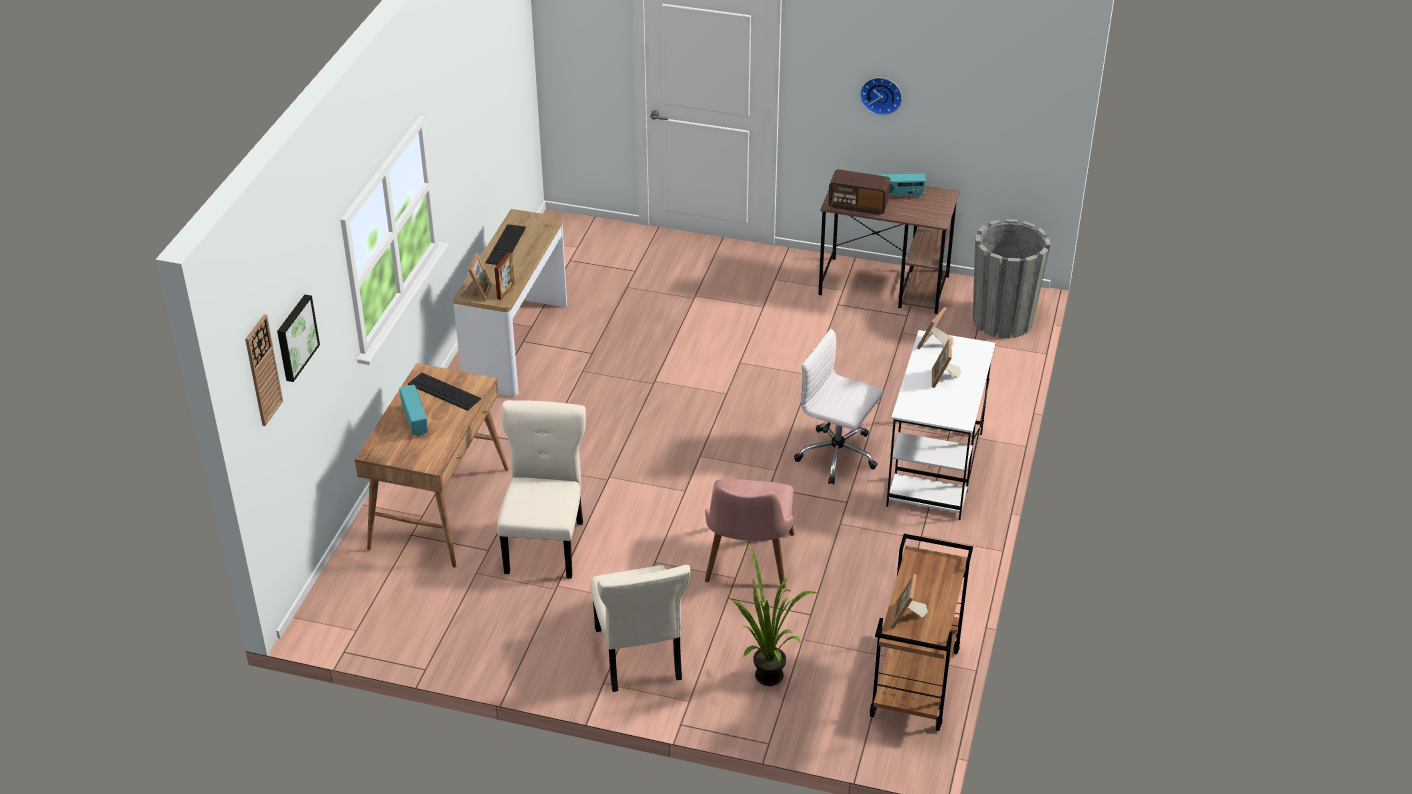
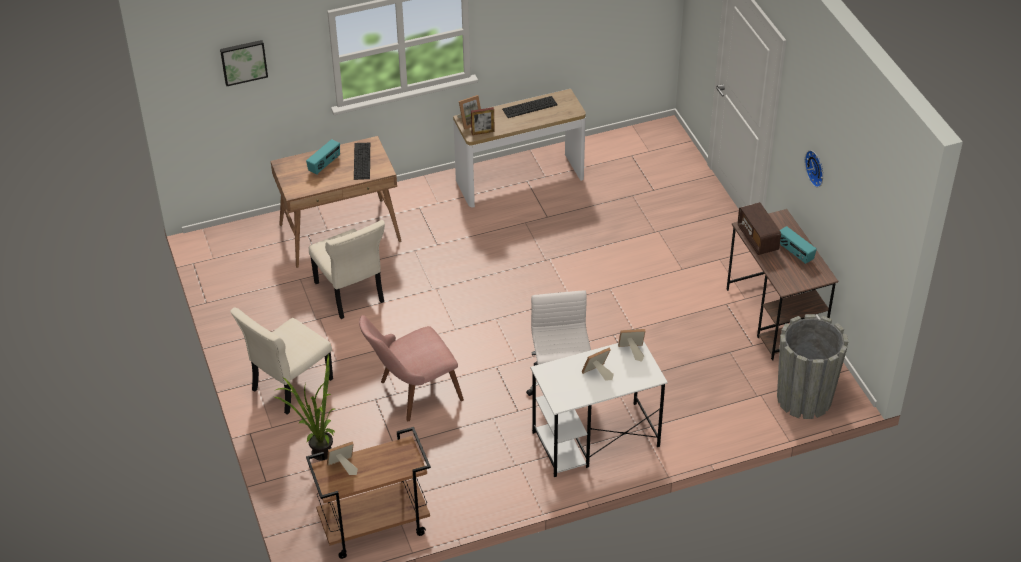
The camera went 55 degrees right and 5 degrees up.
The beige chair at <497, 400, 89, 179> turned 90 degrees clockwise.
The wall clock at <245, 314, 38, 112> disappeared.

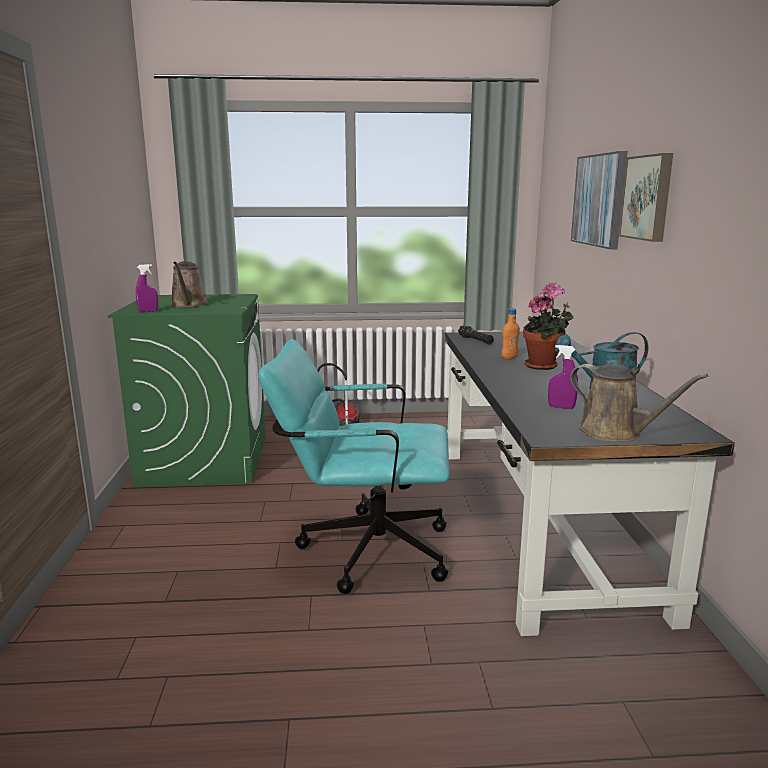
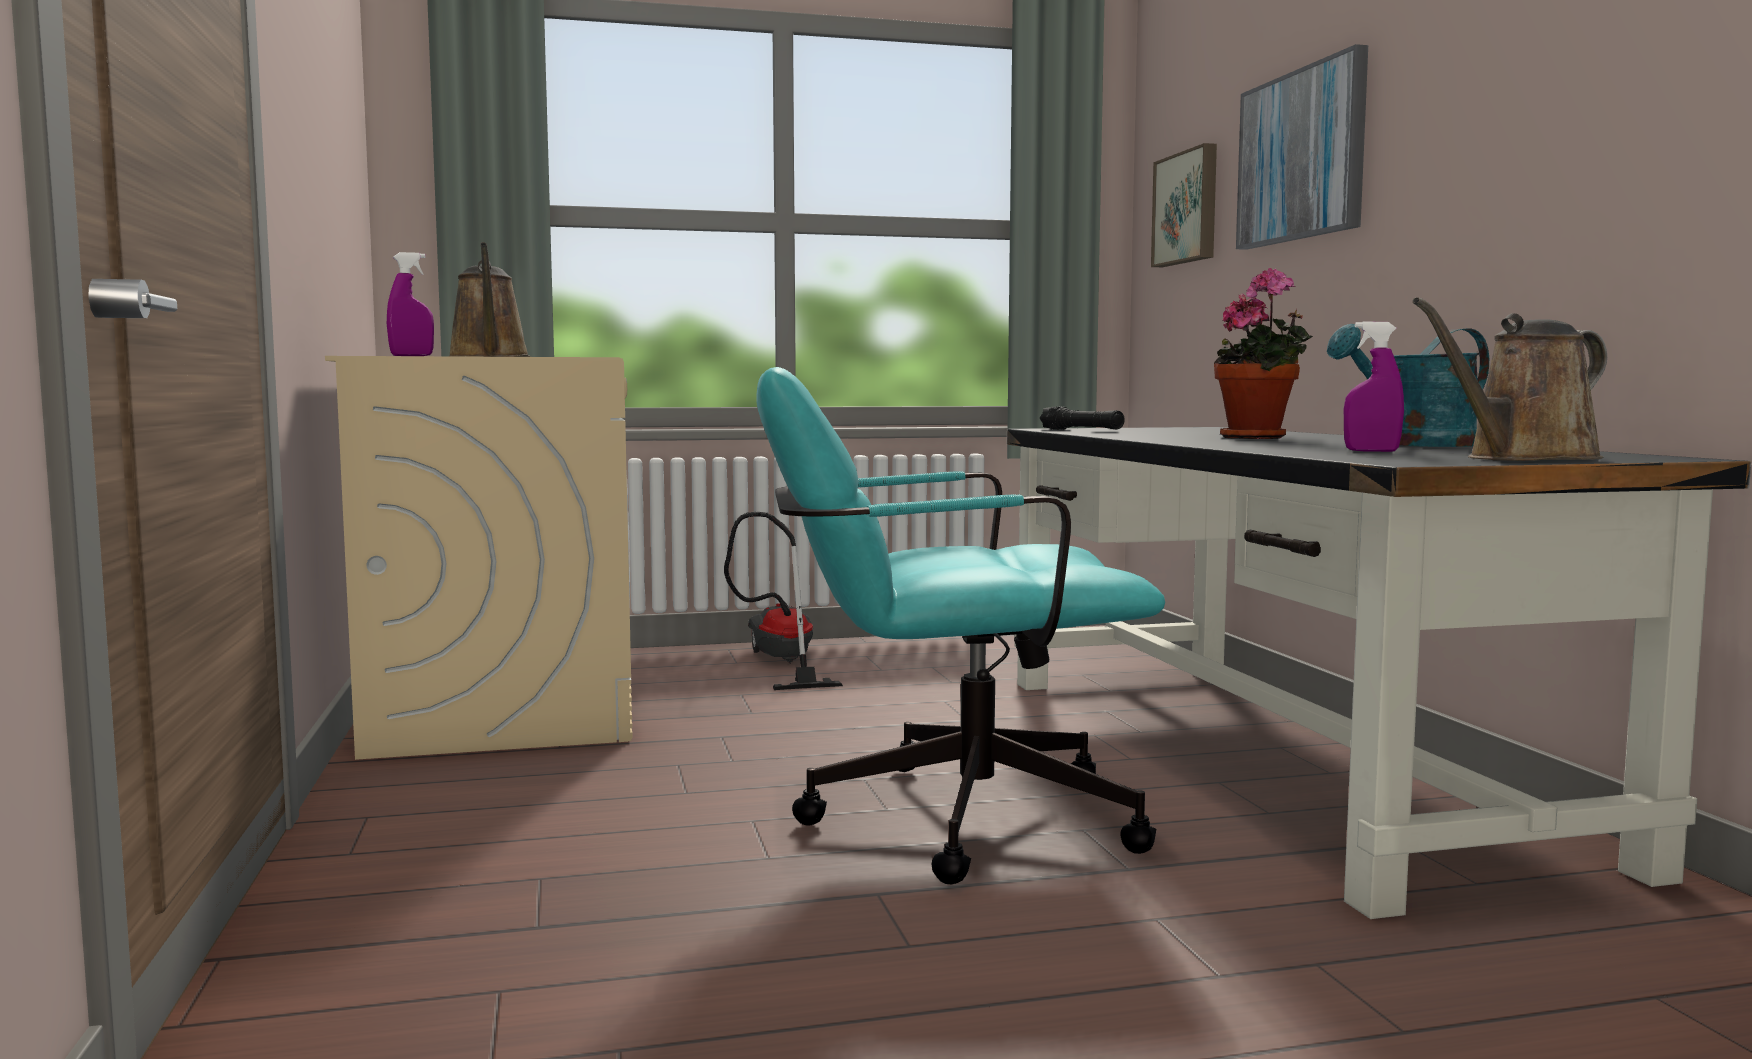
The camera went 10 degrees left and 10 degrees down.
The green washing machine at <108, 294, 158, 193> became the beige washing machine at <325, 356, 308, 404>.
The picture moved from <618, 153, 55, 89> to <1151, 143, 66, 124>.
The brown watering can at <570, 364, 138, 78> turned 120 degrees clockwise.
The orange bottle at <501, 308, 19, 52> disappeared.

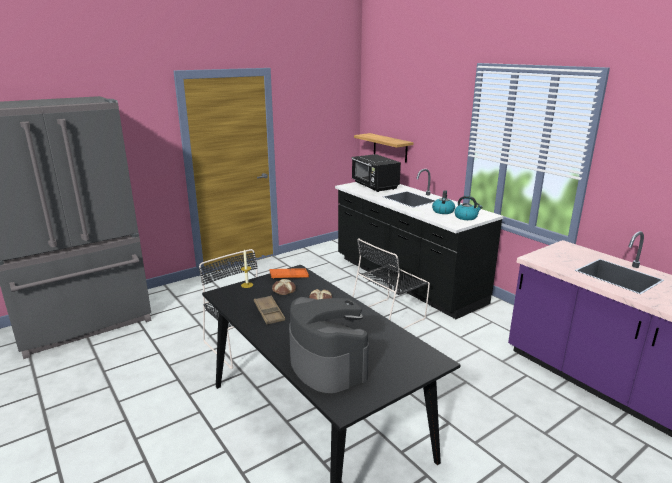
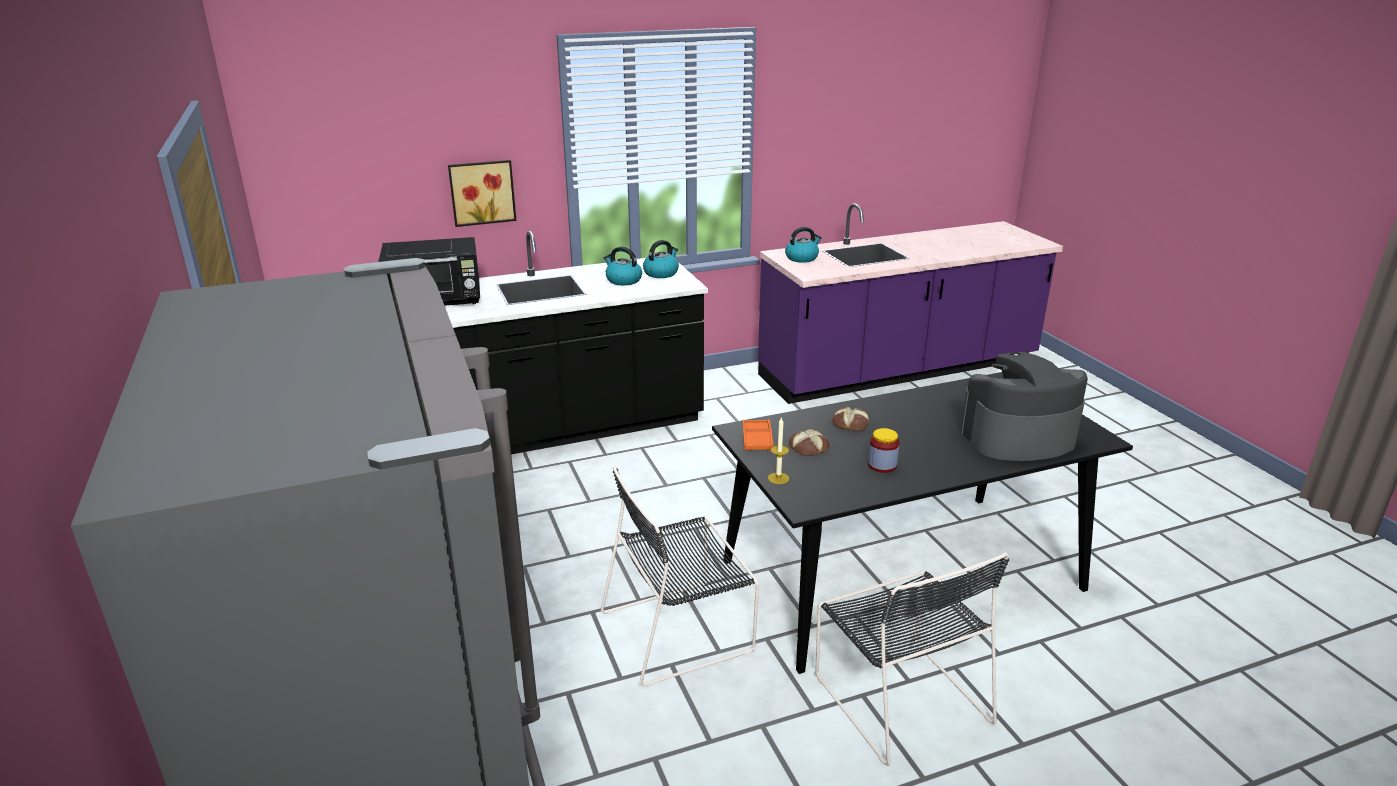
The camera went 75 degrees left and 5 degrees up.
The picture at <448, 160, 68, 67> appeared.
The kettle at <785, 227, 37, 36> appeared.
The black chair moved from <352, 238, 78, 91> to <815, 553, 194, 213>.
The brown tray at <254, 296, 31, 29> was replaced by the jar at <868, 428, 32, 45>.
The shelf at <354, 133, 59, 29> disappeared.

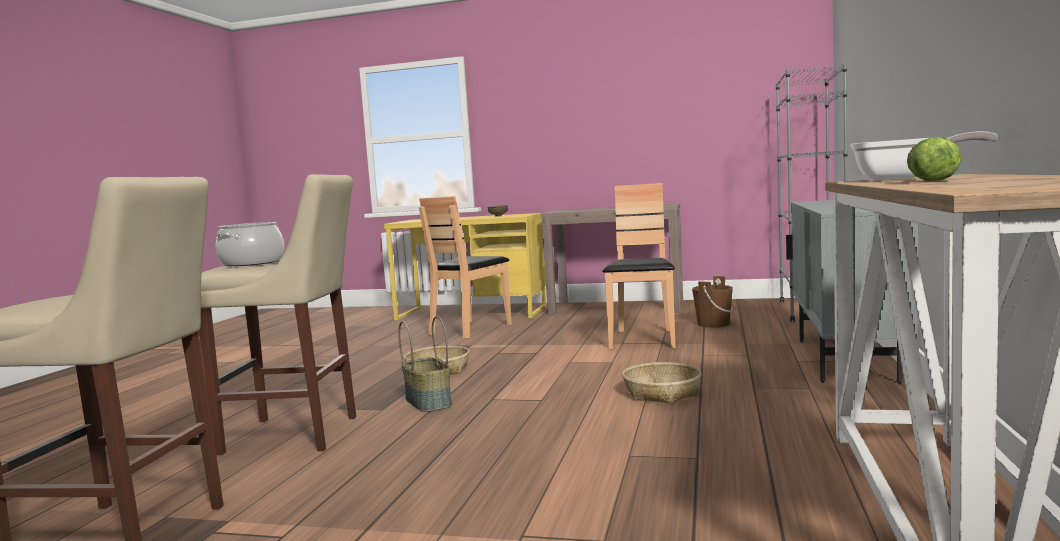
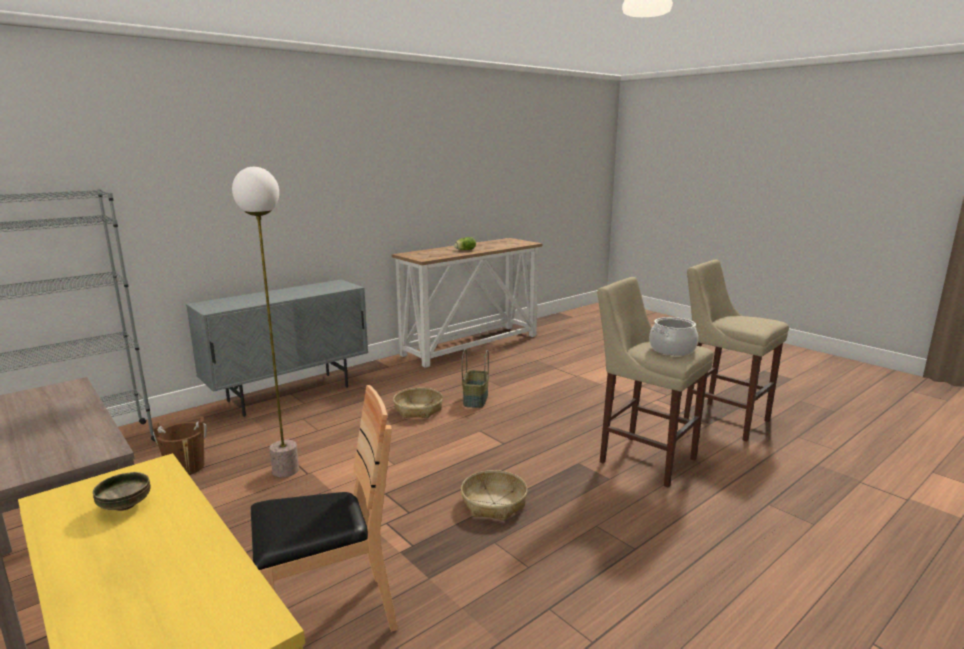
The camera went 145 degrees left and 10 degrees up.
The brown chair at <602, 183, 74, 166> was replaced by the floor lamp at <232, 167, 67, 310>.
The basket moved from <398, 316, 54, 96> to <462, 349, 27, 59>.
The frying pan at <850, 131, 148, 50> disappeared.

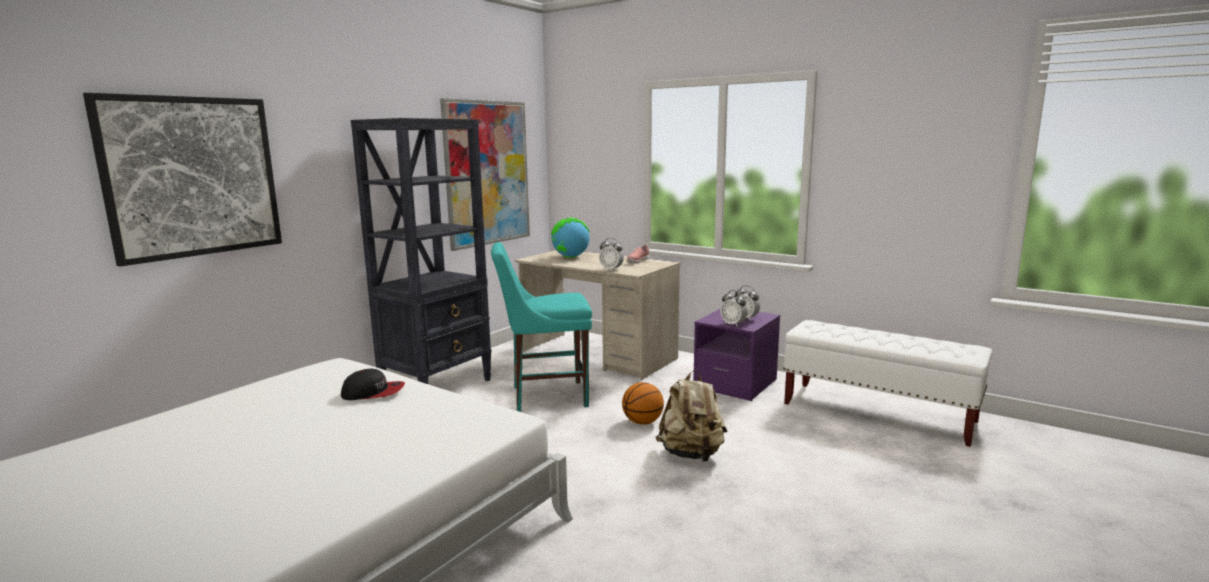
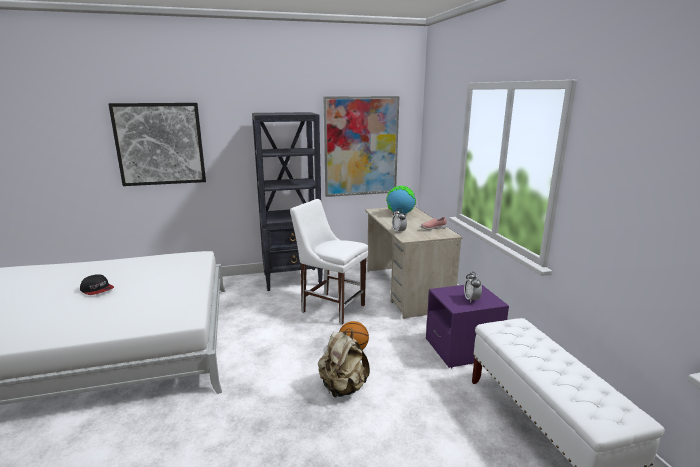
The camera went 40 degrees right and 5 degrees up.
The cap moved from <341, 369, 64, 31> to <80, 274, 34, 21>.
The turquoise chair at <491, 242, 101, 170> became the white chair at <290, 199, 79, 126>.
The alarm clock at <720, 290, 28, 37> disappeared.

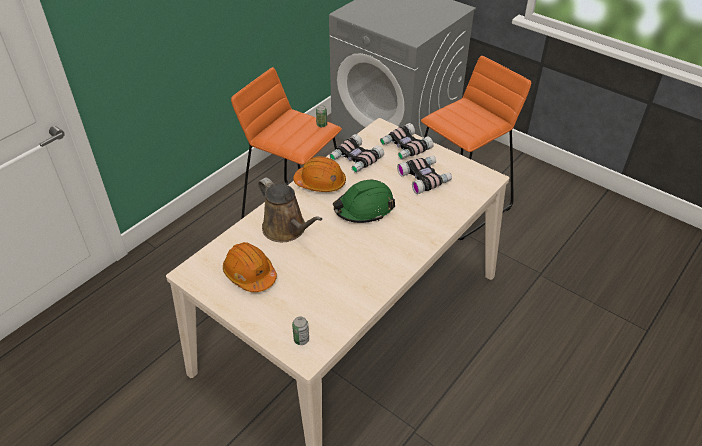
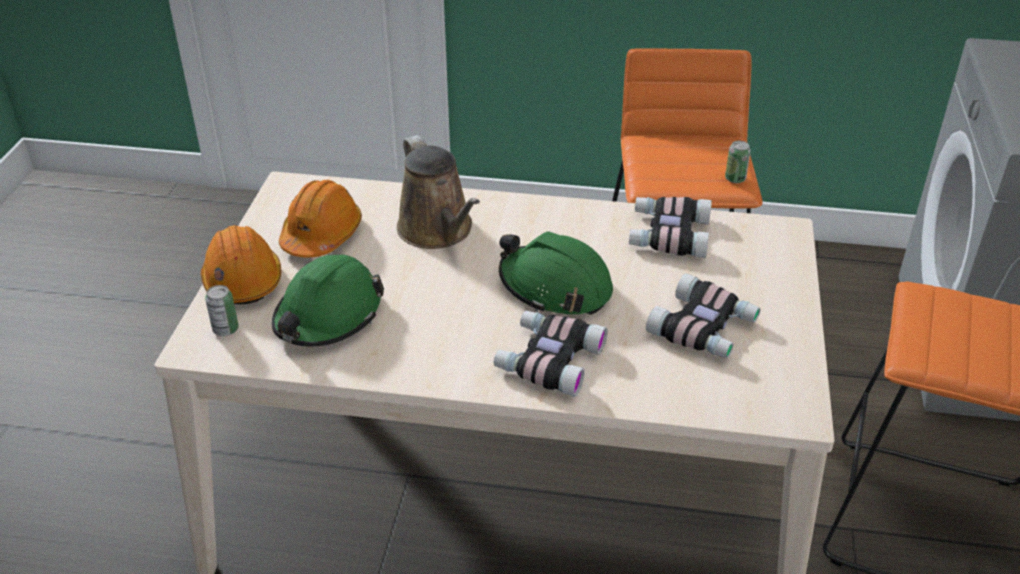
The camera went 60 degrees right and 5 degrees down.
The orange hard hat moved from <293, 156, 53, 36> to <201, 225, 80, 79>.
The green hard hat at <272, 255, 112, 91> appeared.
The brown watering can at <258, 177, 64, 65> turned 45 degrees counterclockwise.
The binoculars moved from <380, 123, 54, 36> to <494, 310, 114, 87>.

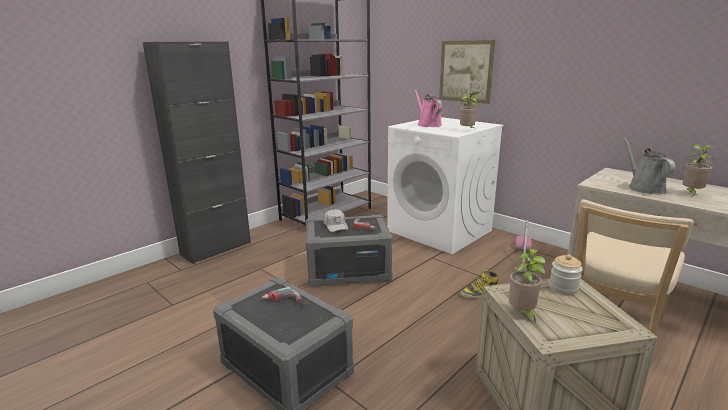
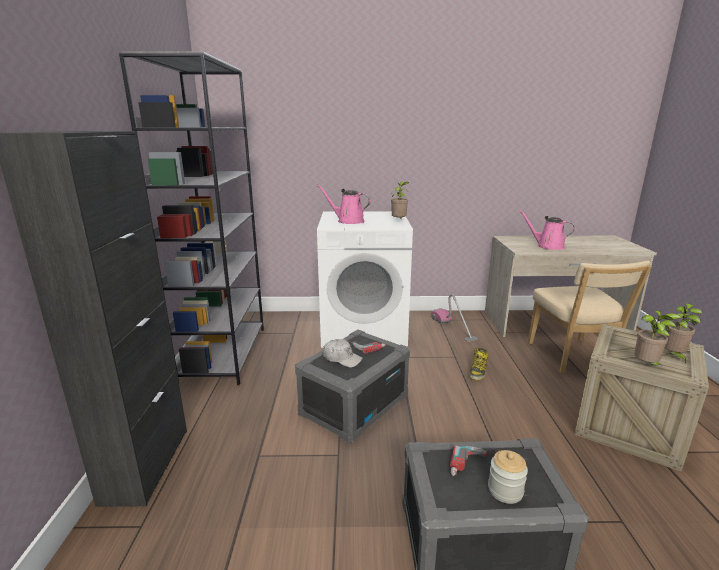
The camera went 45 degrees left and 0 degrees up.
The jar moved from <549, 254, 34, 41> to <488, 450, 40, 54>.
The grey watering can at <624, 138, 52, 56> became the pink watering can at <519, 210, 57, 40>.
The potted plant moved from <682, 145, 33, 52> to <665, 303, 37, 60>.
The picture at <439, 40, 56, 64> disappeared.

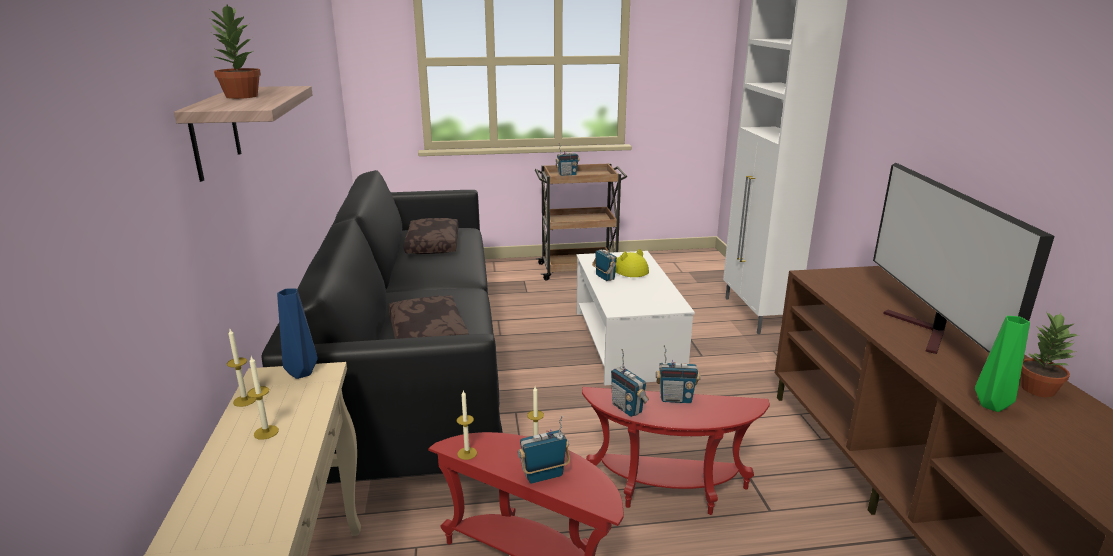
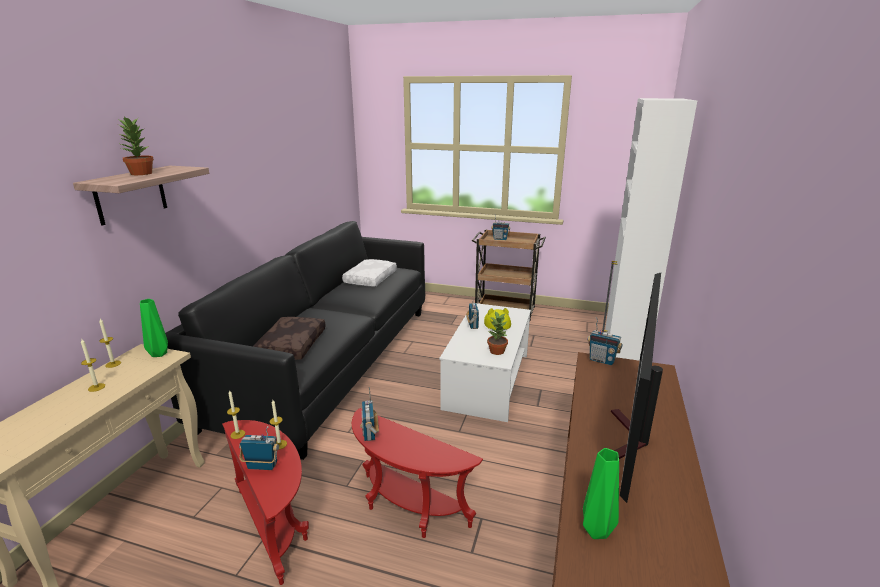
The camera went 25 degrees right and 0 degrees up.
The blue vase at <277, 288, 41, 91> became the green vase at <140, 299, 28, 58>.
The brown pillow at <404, 218, 55, 36> became the white pillow at <342, 259, 55, 28>.
The potted plant moved from <1021, 312, 57, 86> to <487, 311, 21, 44>.
The radio moved from <656, 345, 44, 58> to <587, 317, 36, 48>.

